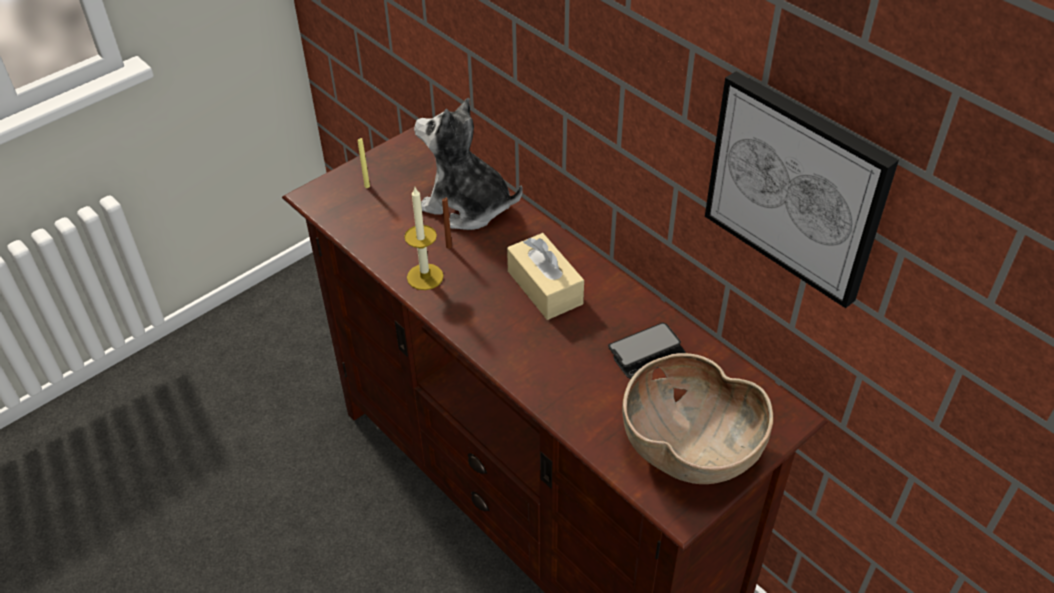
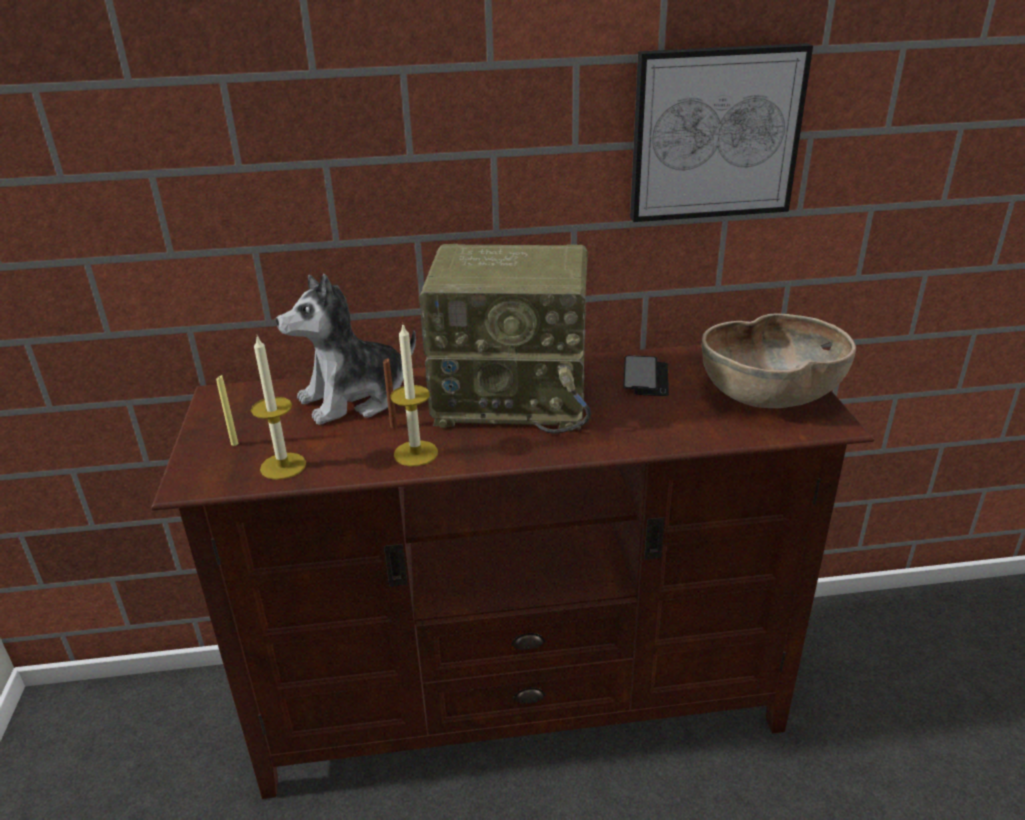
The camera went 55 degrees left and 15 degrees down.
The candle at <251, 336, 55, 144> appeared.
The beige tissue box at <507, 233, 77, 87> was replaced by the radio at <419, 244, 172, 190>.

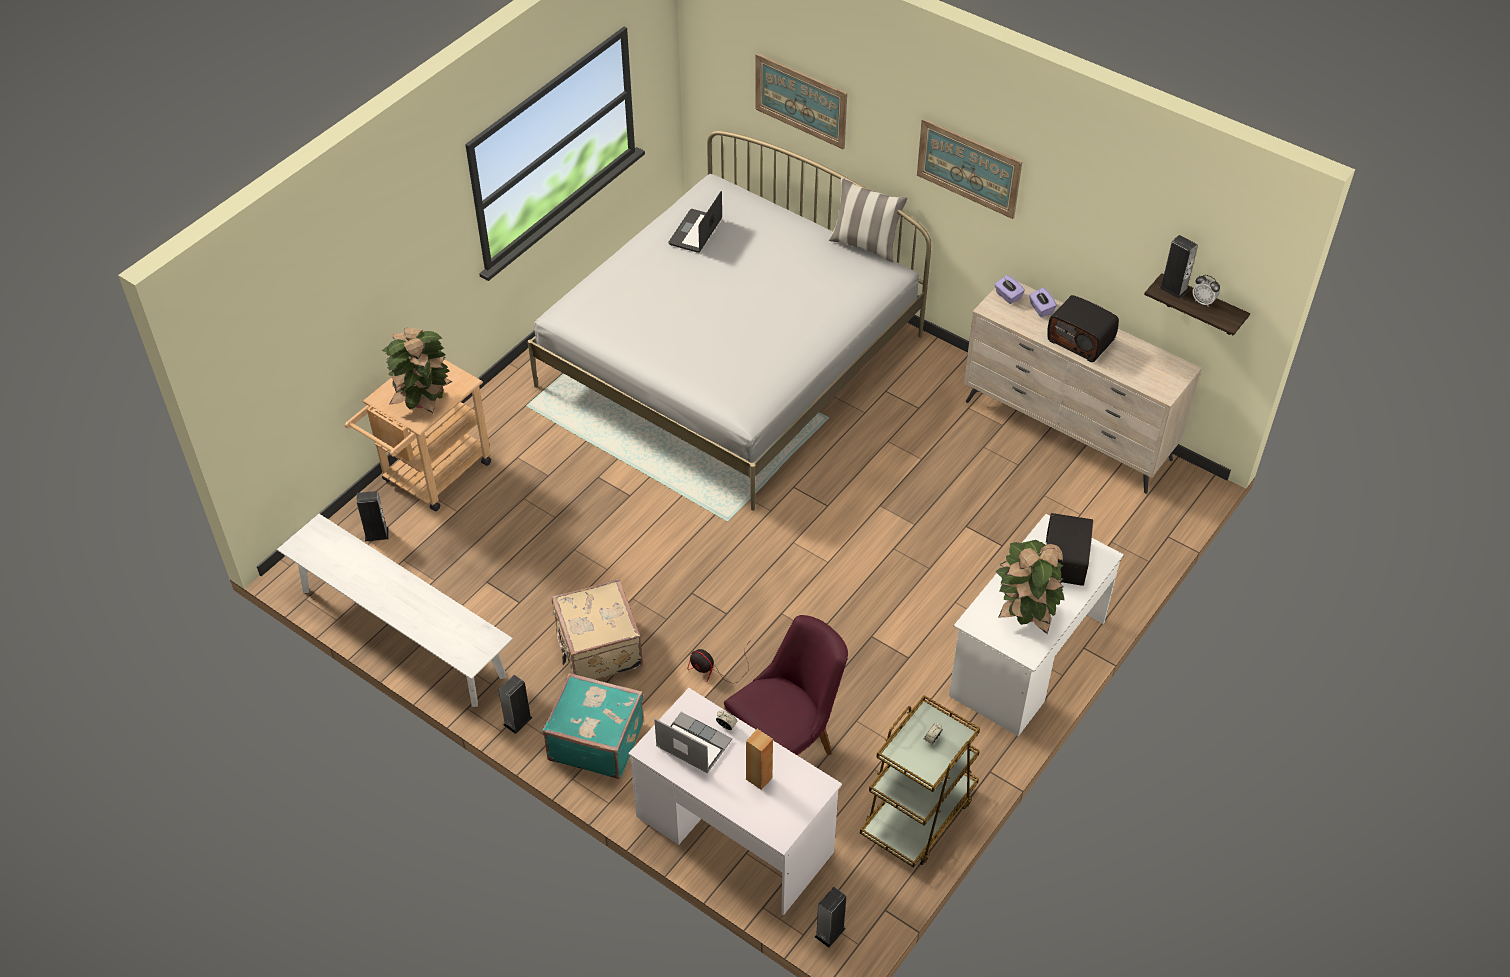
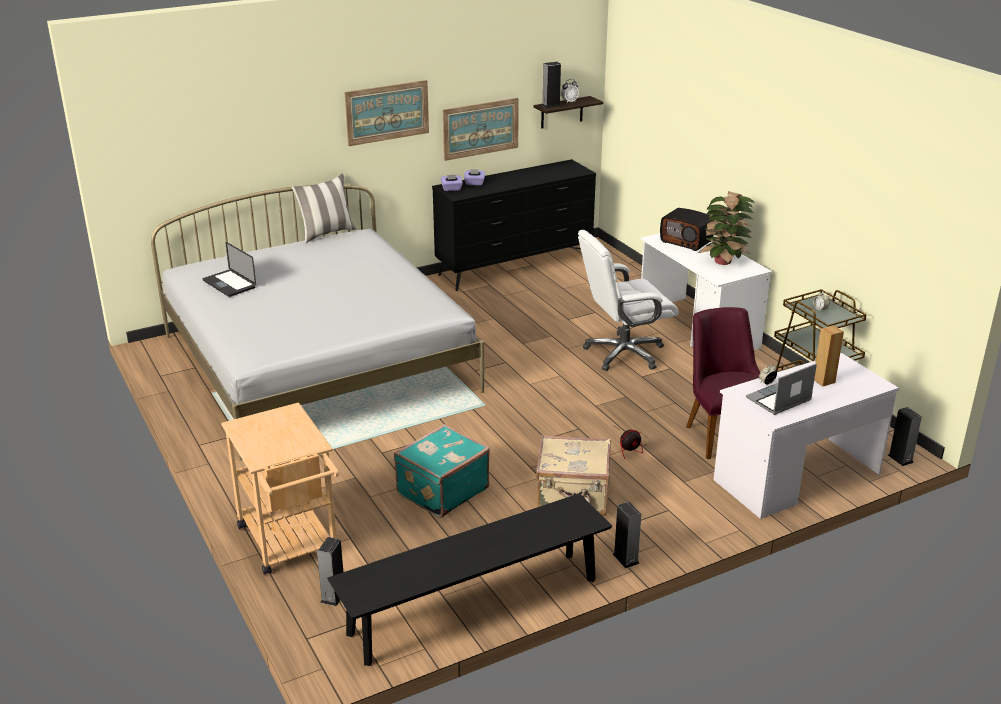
The camera went 65 degrees left and 20 degrees down.
The white bench at <277, 514, 236, 193> became the black bench at <327, 493, 285, 173>.
The turquoise suitcase moved from <542, 673, 102, 106> to <394, 424, 96, 94>.
The beige dresser at <964, 281, 238, 213> became the black dresser at <432, 159, 164, 132>.
The picture moved from <755, 53, 92, 96> to <443, 98, 76, 63>.
The white office chair at <578, 230, 101, 141> appeared.
The potted plant at <382, 327, 70, 86> disappeared.
The radio at <1047, 295, 72, 67> disappeared.

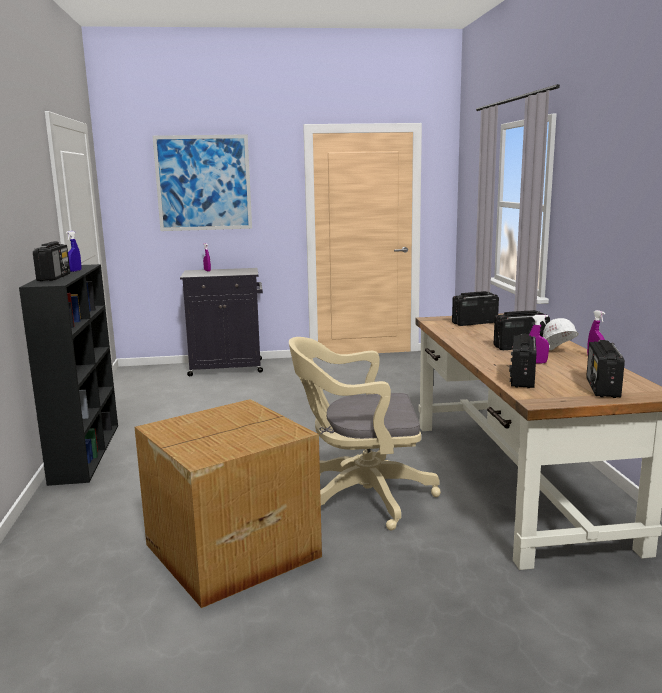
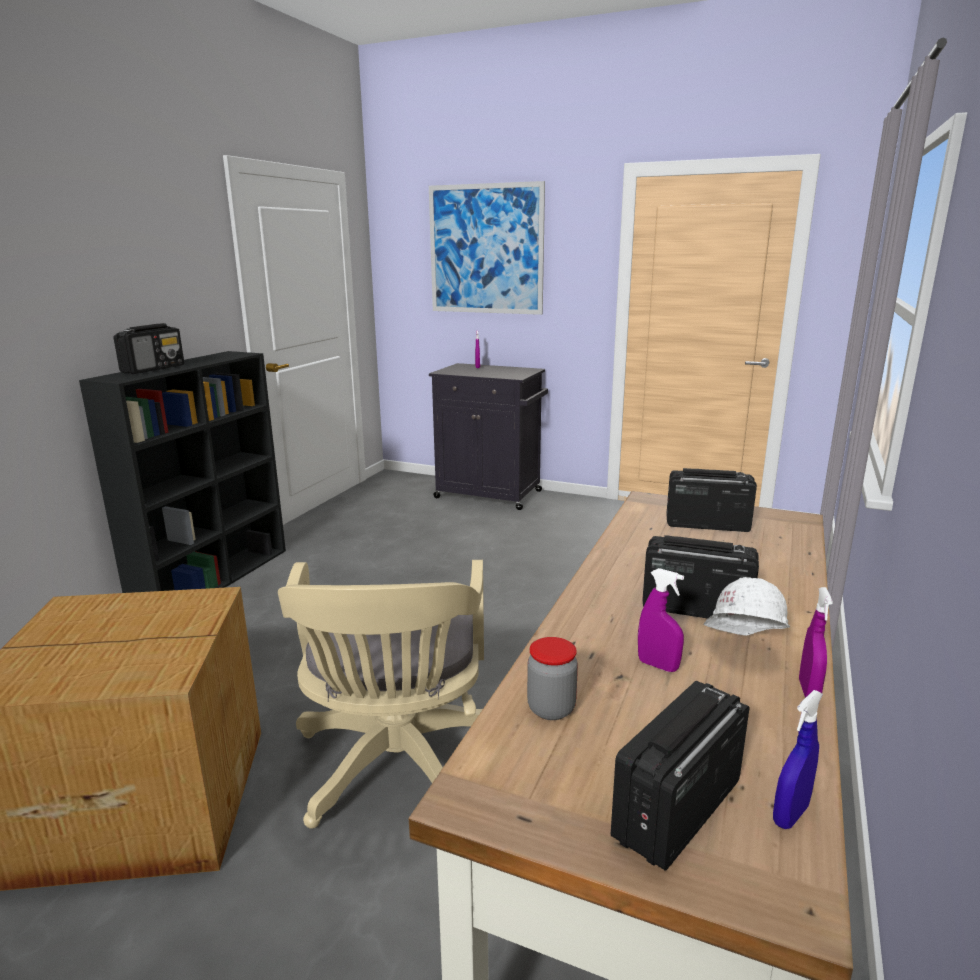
The camera went 30 degrees right and 5 degrees up.
The beige office chair at <289, 337, 152, 194> turned 120 degrees counterclockwise.
The radio at <509, 334, 28, 54> was replaced by the jar at <527, 637, 51, 83>.
The blue spray bottle moved from <66, 231, 15, 41> to <773, 690, 50, 139>.

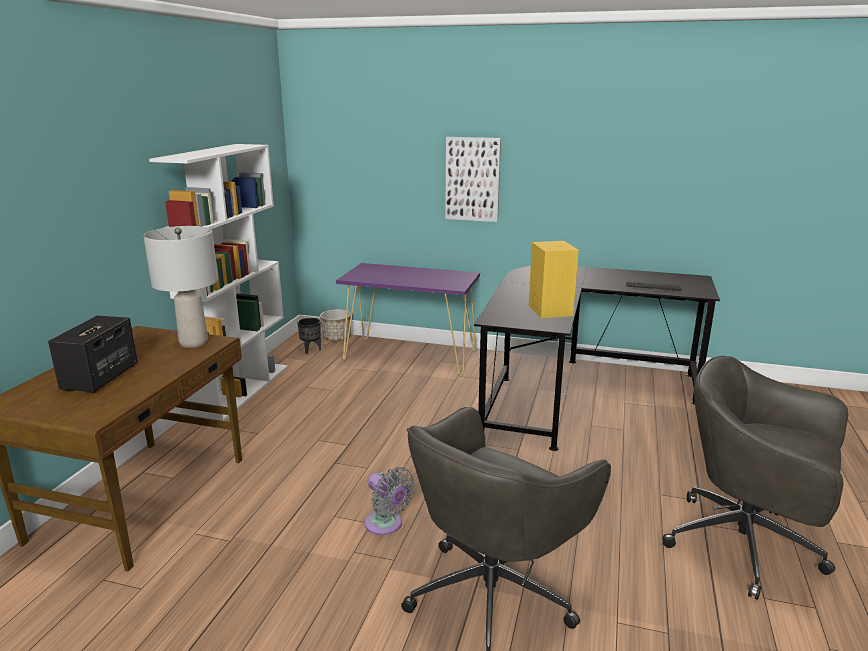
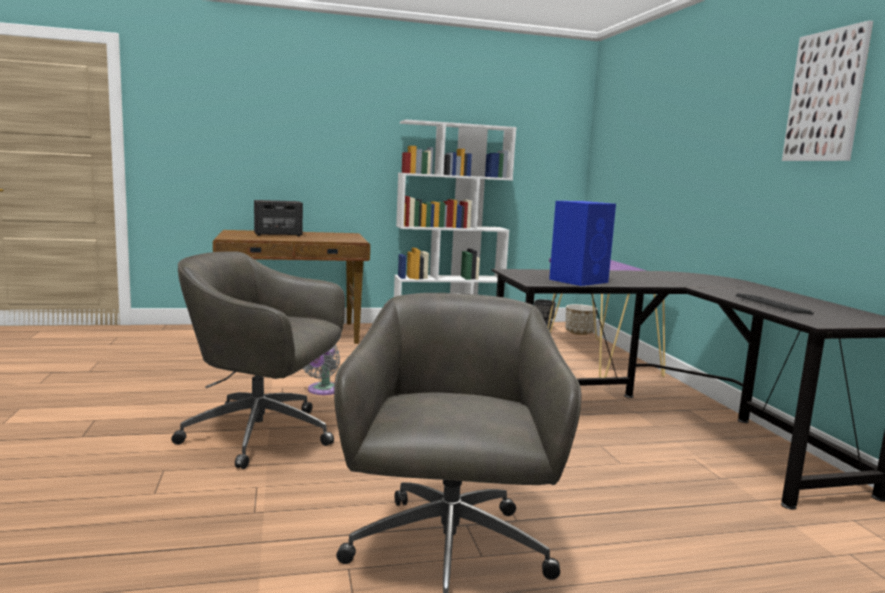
The camera went 60 degrees right and 10 degrees down.
The yellow speaker at <529, 241, 50, 77> became the blue speaker at <549, 201, 67, 85>.
The picture moved from <445, 137, 56, 85> to <782, 20, 91, 141>.
The grey table lamp at <143, 226, 75, 122> disappeared.

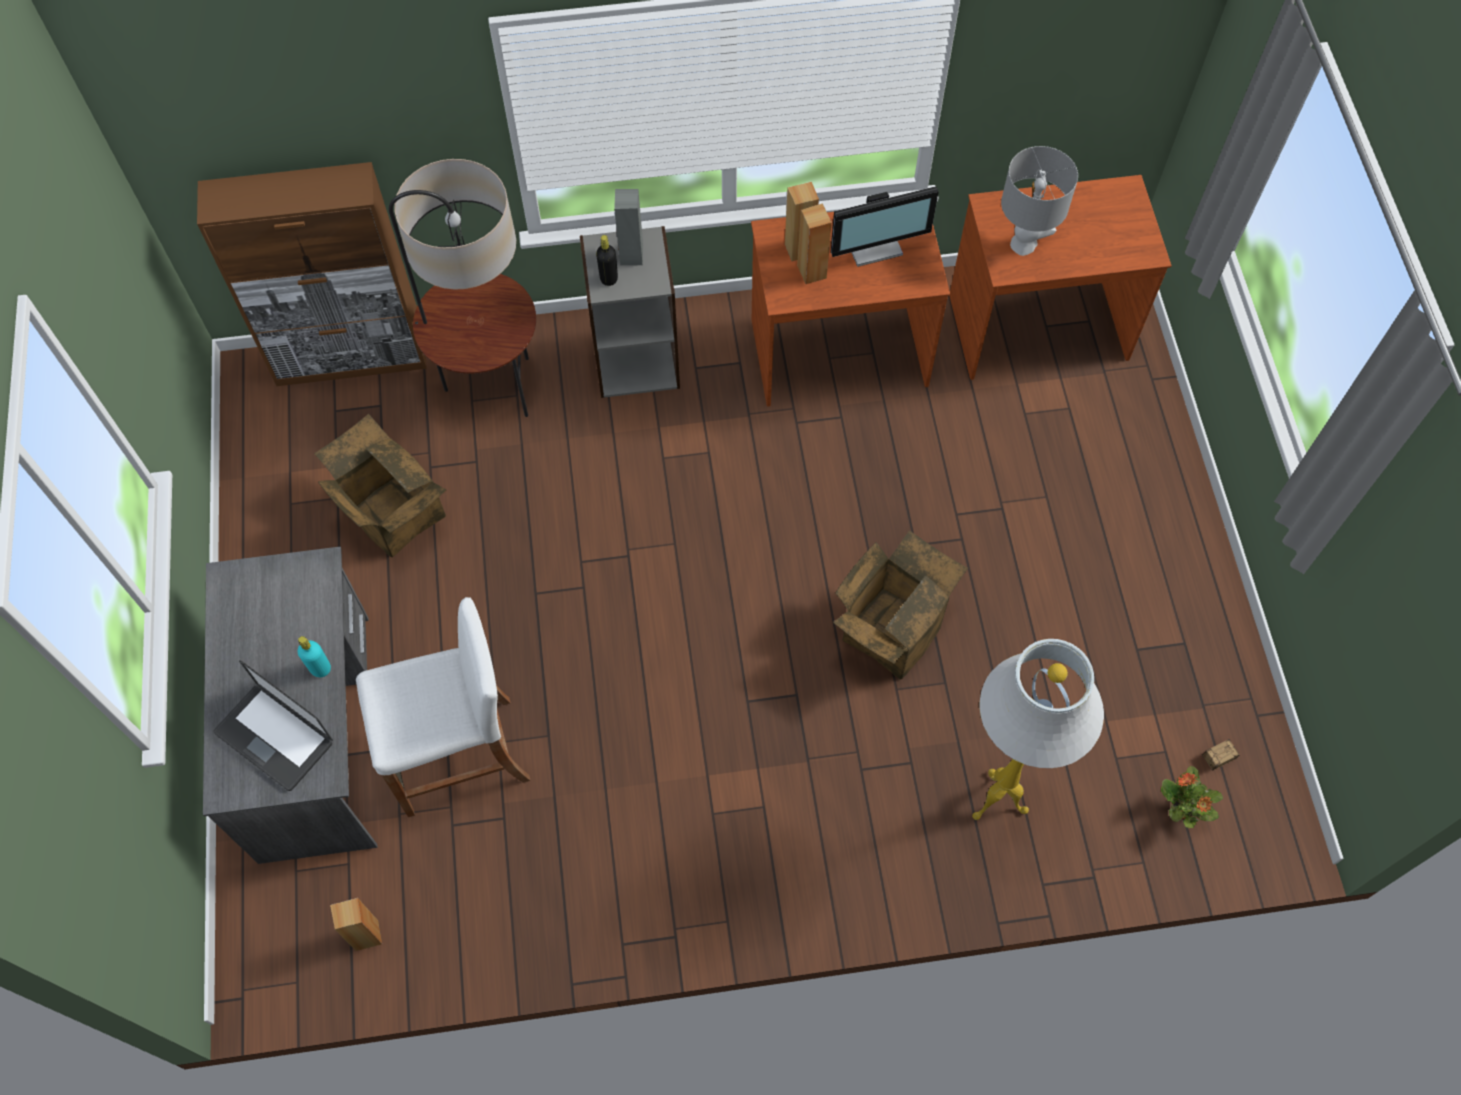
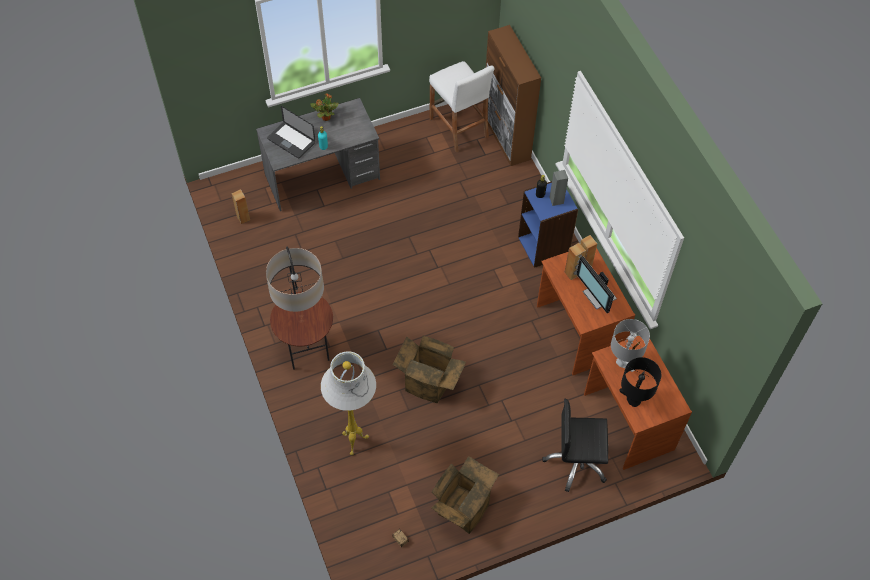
The camera went 75 degrees right and 5 degrees down.
The floor lamp moved from <389, 159, 147, 258> to <266, 246, 67, 124>.
The laptop at <214, 660, 119, 131> turned 75 degrees counterclockwise.
The potted plant moved from <1161, 766, 62, 62> to <310, 93, 29, 28>.
The white stool moved from <356, 597, 175, 220> to <429, 61, 65, 92>.
The cardboard box moved from <314, 414, 132, 143> to <432, 456, 67, 78>.
The grey bookcase at <580, 226, 100, 172> became the blue bookcase at <518, 181, 60, 87>.
The black office chair at <542, 399, 66, 93> appeared.
The black table lamp at <619, 357, 42, 50> appeared.

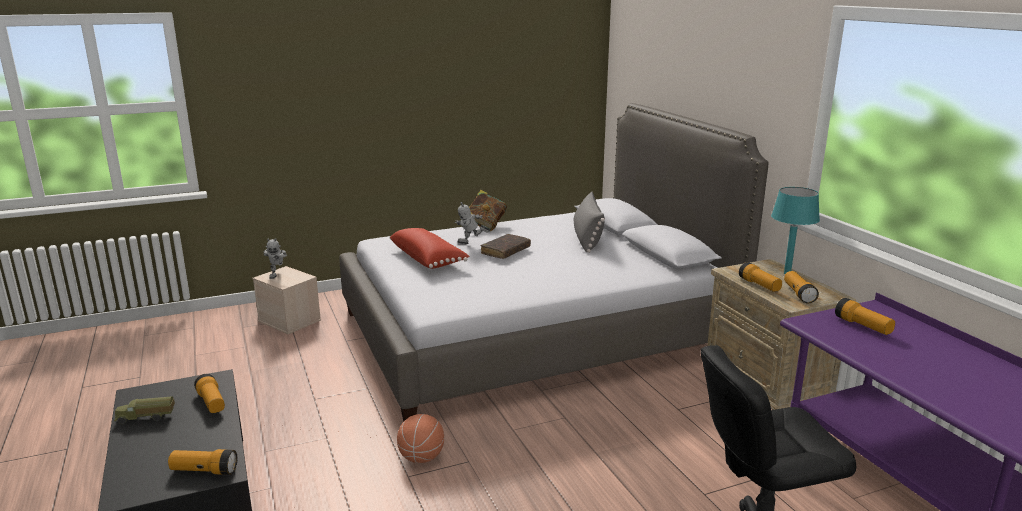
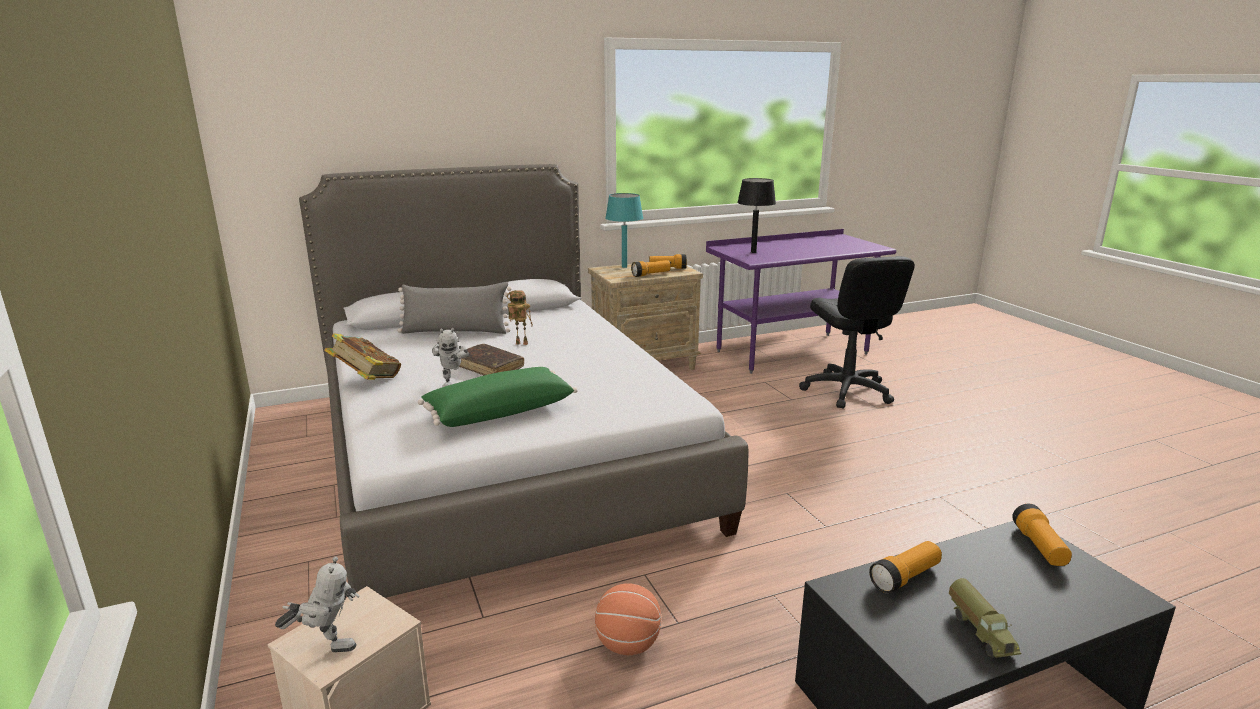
The camera went 90 degrees left and 0 degrees up.
The red pillow at <390, 228, 79, 41> became the green pillow at <418, 367, 160, 60>.
The toy robot at <507, 290, 26, 55> appeared.
The basketball moved from <397, 414, 47, 49> to <595, 583, 66, 72>.
The flashlight at <835, 298, 60, 37> was replaced by the black table lamp at <737, 178, 39, 75>.

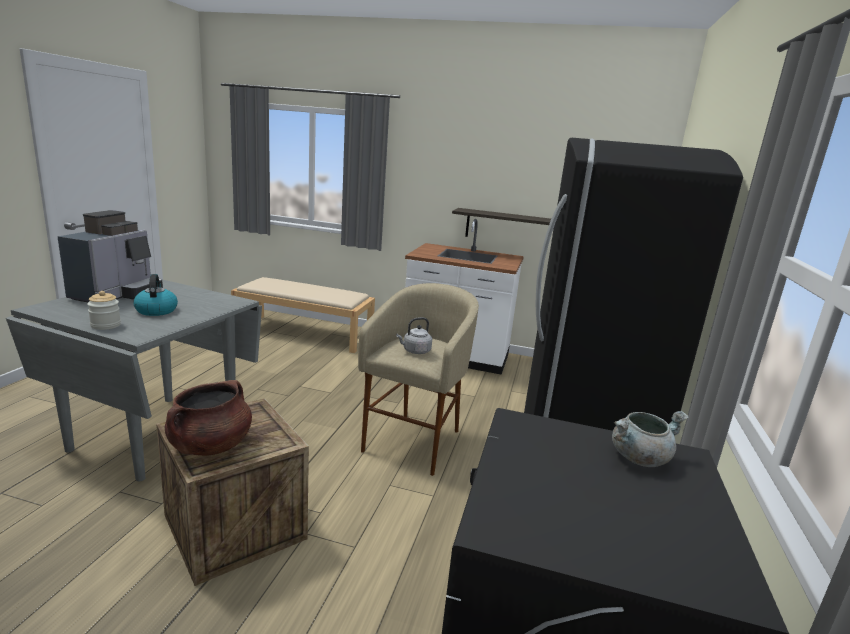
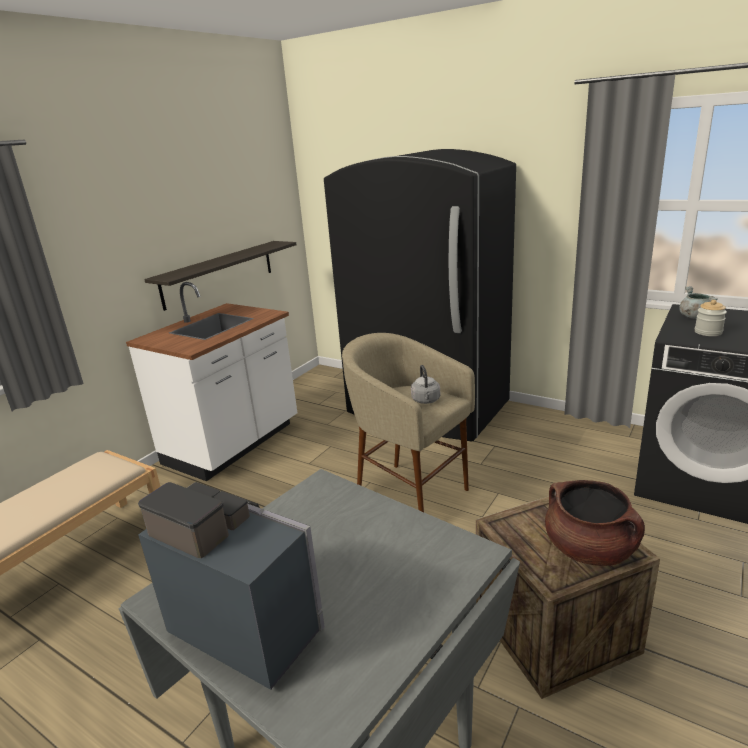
The camera went 70 degrees left and 5 degrees up.
The jar moved from <87, 291, 34, 39> to <695, 300, 32, 36>.
The kettle at <134, 274, 44, 42> disappeared.

